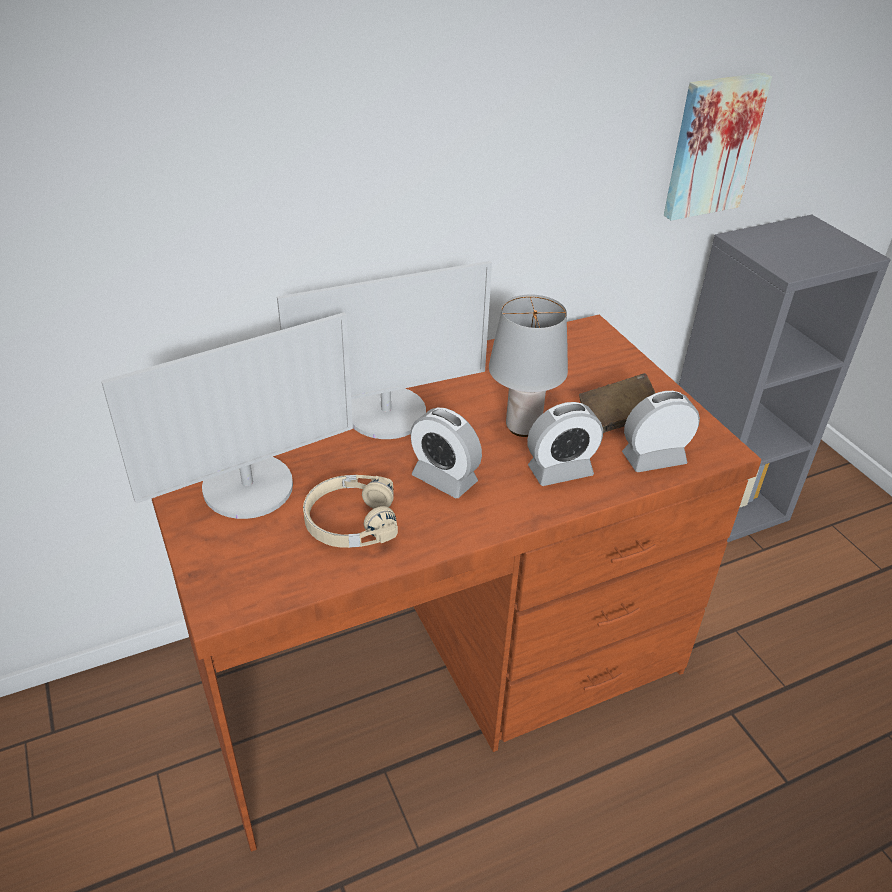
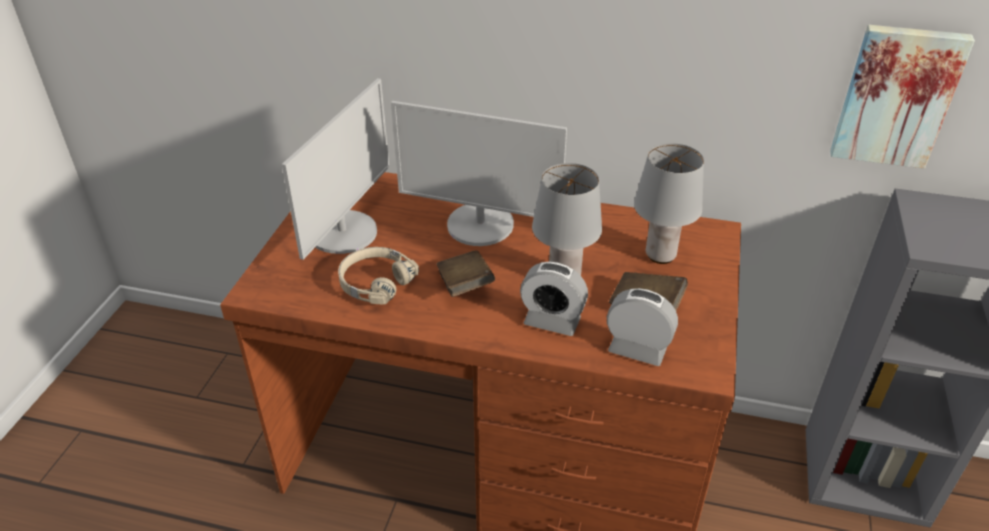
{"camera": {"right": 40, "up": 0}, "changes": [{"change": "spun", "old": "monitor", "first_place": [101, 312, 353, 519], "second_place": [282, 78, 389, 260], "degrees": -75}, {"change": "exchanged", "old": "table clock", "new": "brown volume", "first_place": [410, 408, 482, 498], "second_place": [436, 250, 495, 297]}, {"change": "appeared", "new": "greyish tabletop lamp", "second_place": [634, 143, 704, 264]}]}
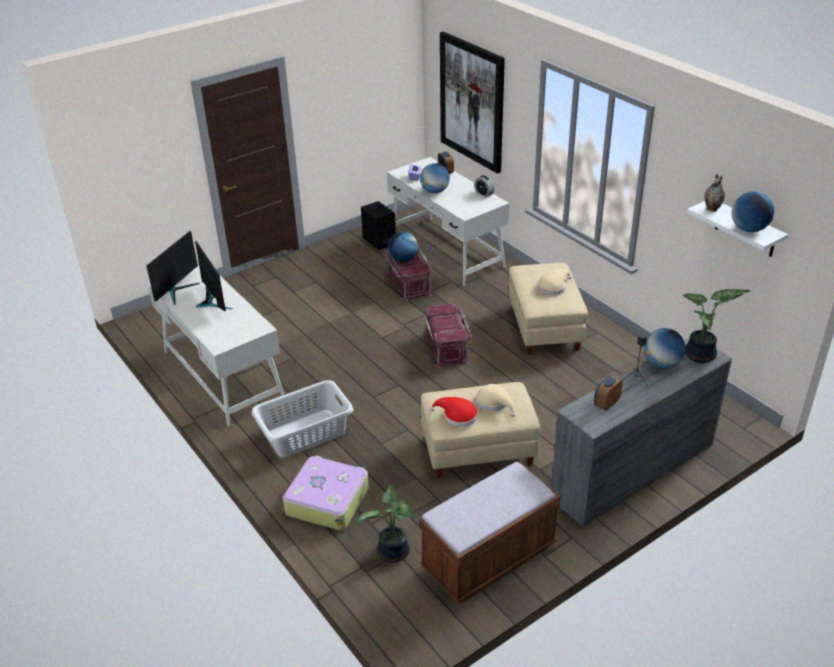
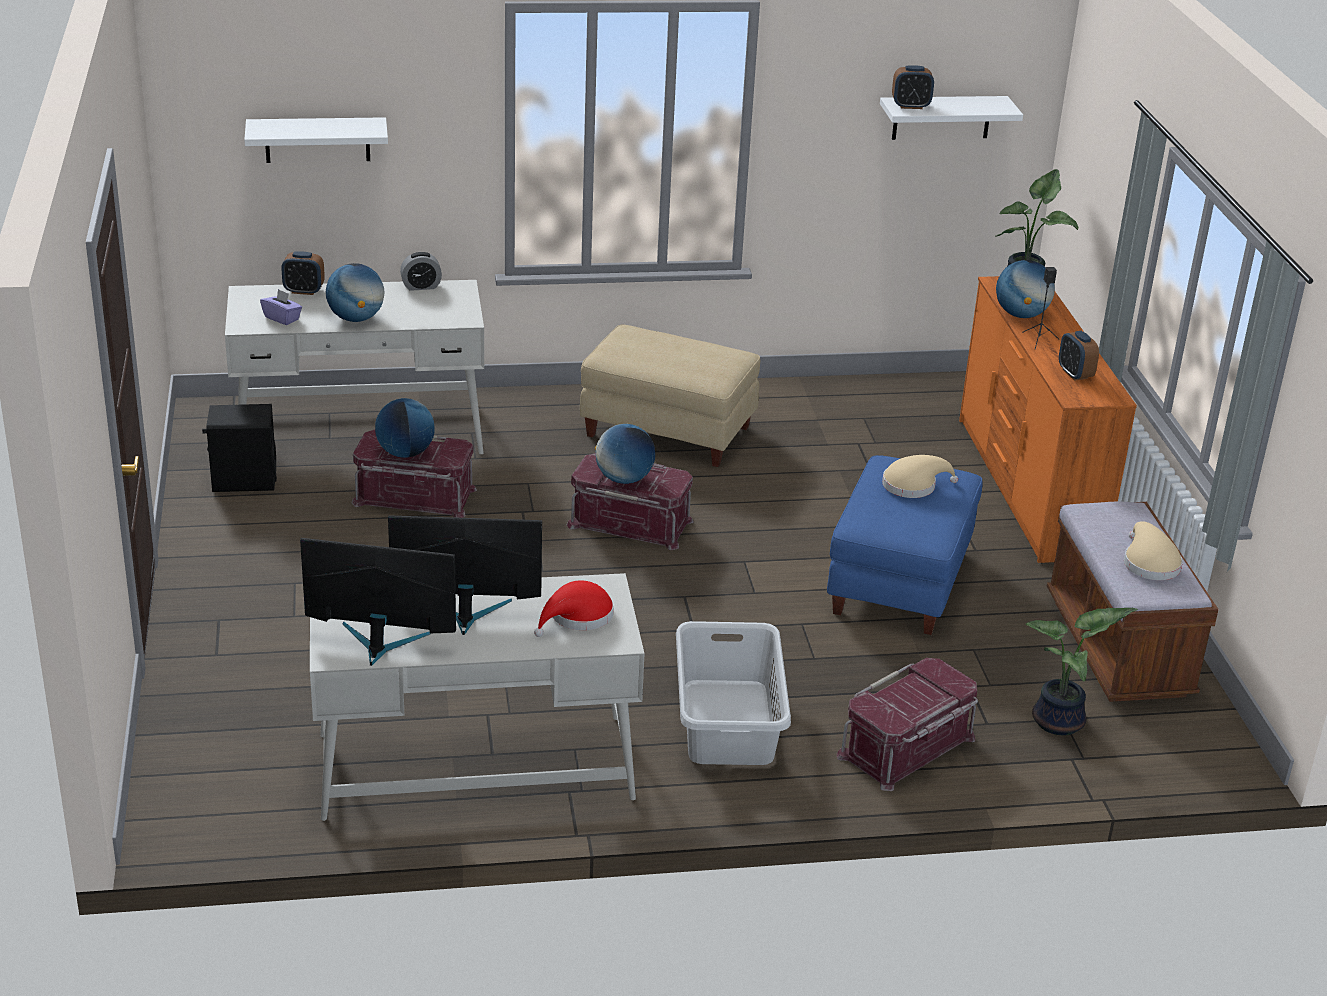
{"camera": {"right": -65, "up": -5}, "changes": [{"change": "exchanged", "old": "wall art", "new": "white bracket shelf", "first_place": [440, 31, 505, 174], "second_place": [244, 117, 388, 163]}, {"change": "exchanged", "old": "decorative vase", "new": "table clock", "first_place": [704, 174, 725, 212], "second_place": [892, 65, 934, 109]}, {"change": "relocated", "old": "desk globe", "first_place": [731, 191, 774, 232], "second_place": [595, 424, 655, 484]}, {"change": "spun", "old": "monitor", "first_place": [146, 231, 200, 305], "second_place": [300, 538, 456, 666], "degrees": -45}, {"change": "relocated", "old": "sand-coloured hat", "first_place": [537, 269, 572, 295], "second_place": [1124, 521, 1183, 580]}, {"change": "colour", "old": "greyish drawer chest", "new": "orange-coloured drawer chest", "first_place": [551, 338, 732, 527], "second_place": [959, 276, 1137, 563]}, {"change": "colour", "old": "sand-coloured pouffe", "new": "blue-coloured pouffe", "first_place": [421, 382, 540, 478], "second_place": [827, 455, 983, 635]}, {"change": "relocated", "old": "reddish hat", "first_place": [430, 397, 478, 427], "second_place": [534, 580, 614, 637]}, {"change": "exchanged", "old": "travel case", "new": "reddish storage bin", "first_place": [283, 456, 369, 531], "second_place": [837, 658, 978, 791]}]}
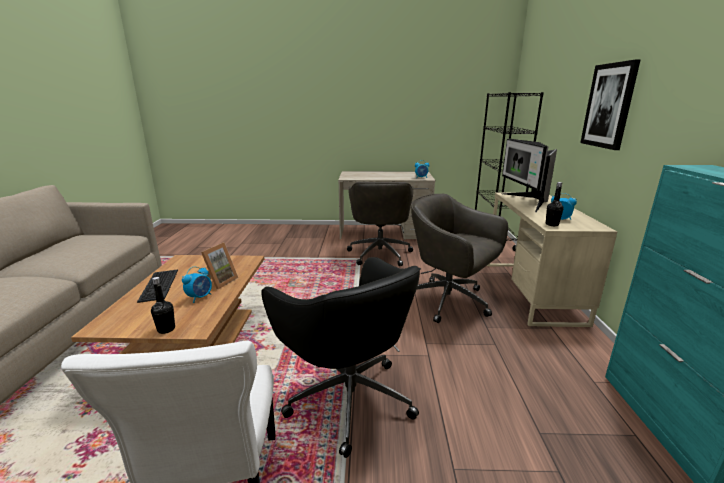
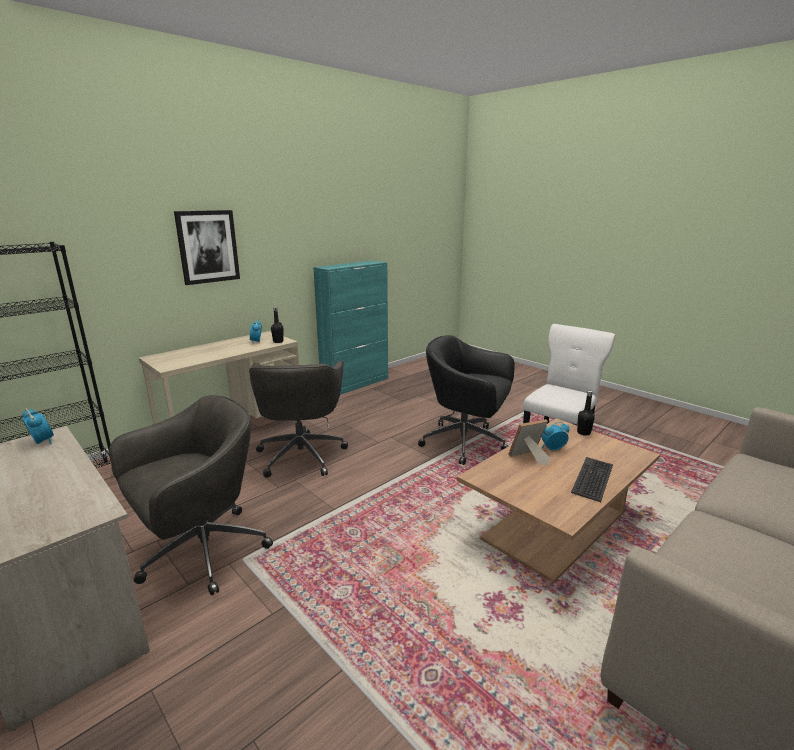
{"camera": {"right": -135, "up": 0}, "changes": [{"change": "missing", "old": "monitor", "first_place": [501, 139, 557, 212]}, {"change": "spun", "old": "black computer chair", "first_place": [261, 257, 421, 458], "second_place": [418, 335, 515, 465], "degrees": -75}]}
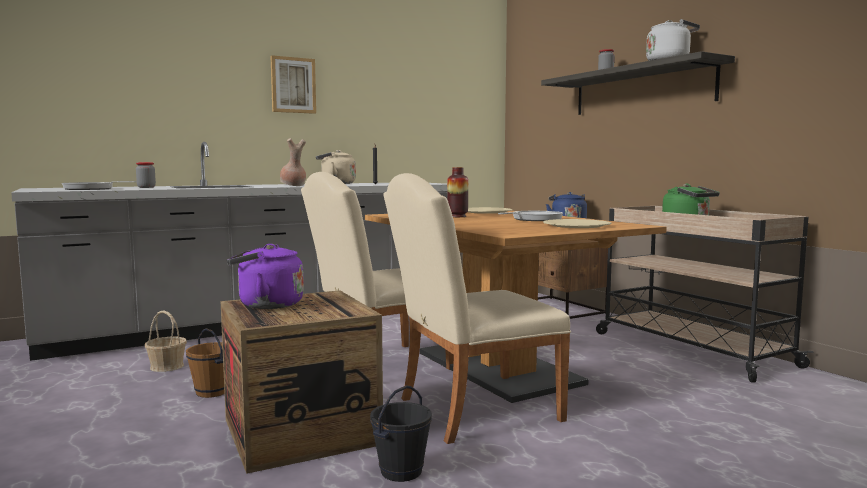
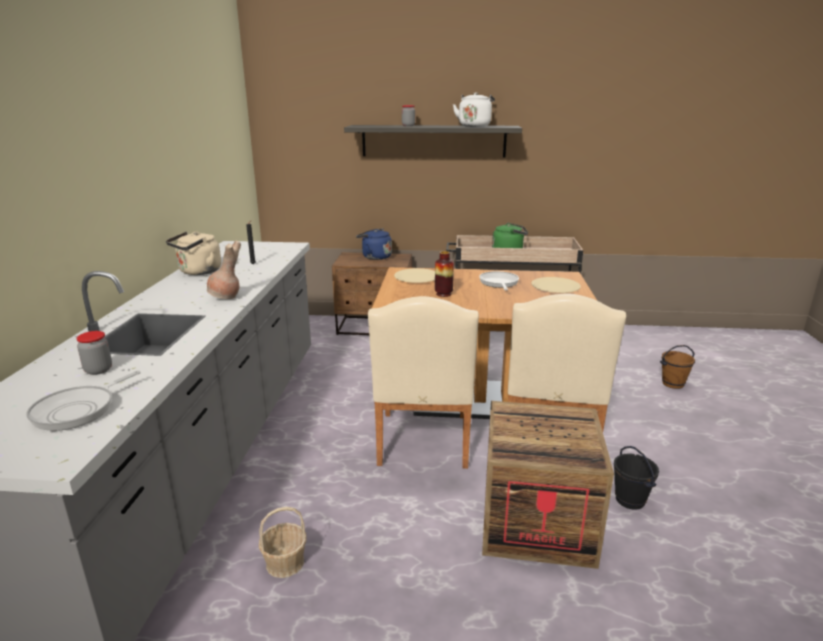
{"camera": {"right": -55, "up": 15}, "changes": [{"change": "missing", "old": "wall art", "first_place": [271, 55, 316, 114]}, {"change": "missing", "old": "purplish water kettle", "first_place": [227, 244, 304, 309]}, {"change": "relocated", "old": "brown water bucket", "first_place": [186, 328, 225, 398], "second_place": [660, 345, 695, 389]}]}
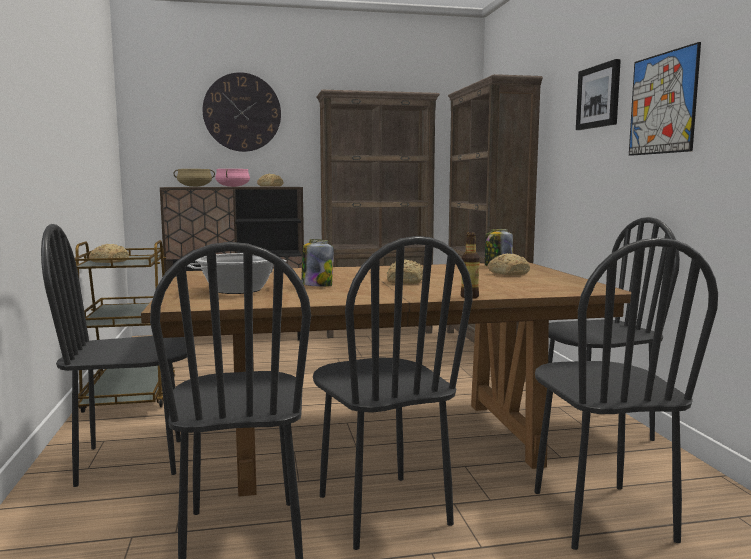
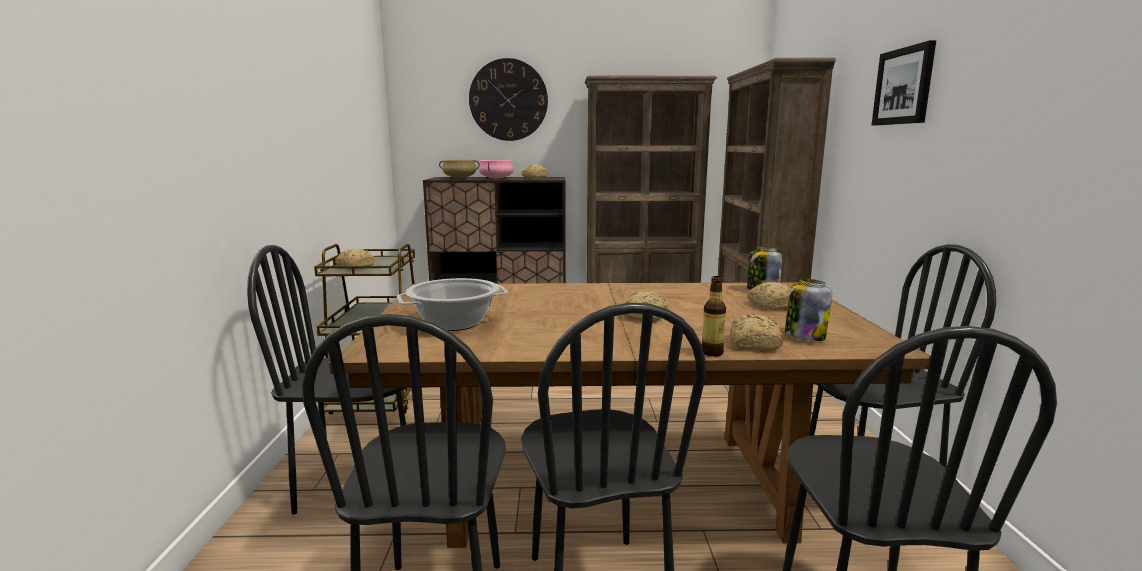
{"camera": {"right": 10, "up": 5}, "changes": [{"change": "missing", "old": "wall art", "first_place": [629, 42, 701, 156]}, {"change": "relocated", "old": "jar", "first_place": [301, 239, 334, 287], "second_place": [785, 279, 832, 341]}, {"change": "appeared", "new": "bread", "second_place": [731, 314, 783, 350]}]}
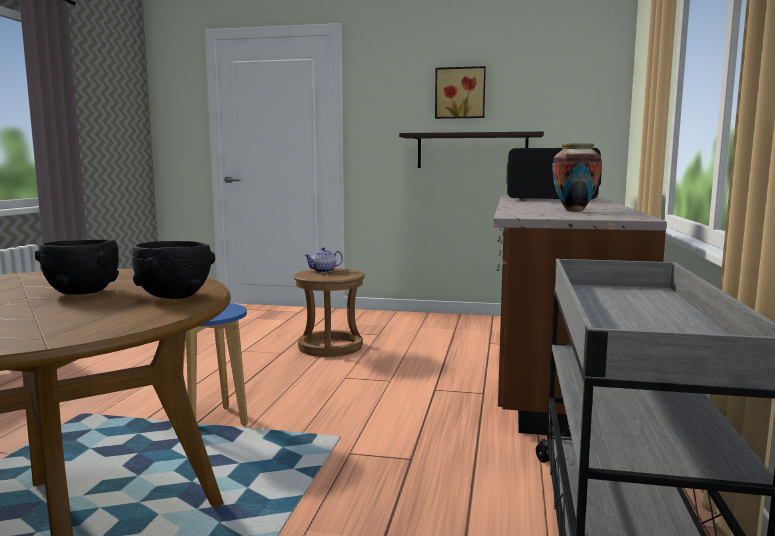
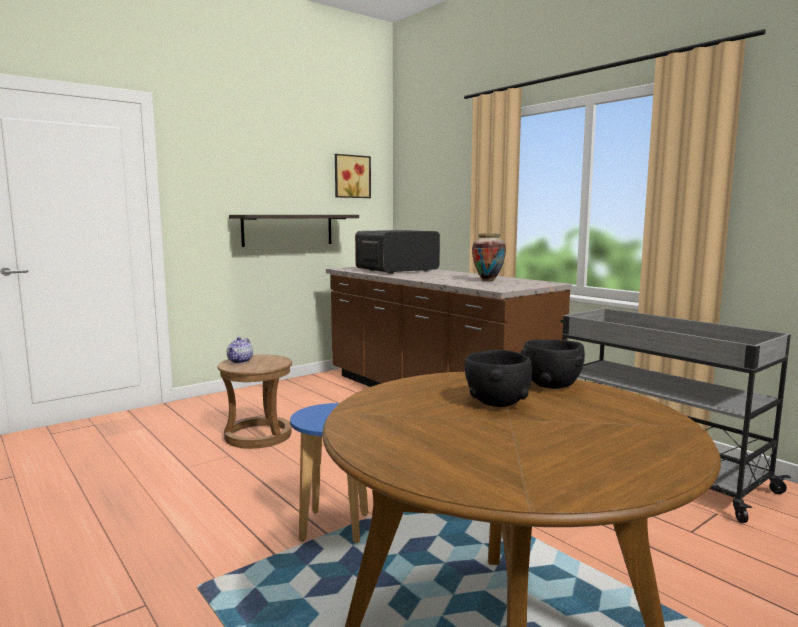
{"camera": {"right": -50, "up": 0}, "changes": [{"change": "relocated", "old": "wall art", "first_place": [435, 66, 486, 119], "second_place": [335, 154, 371, 198]}]}
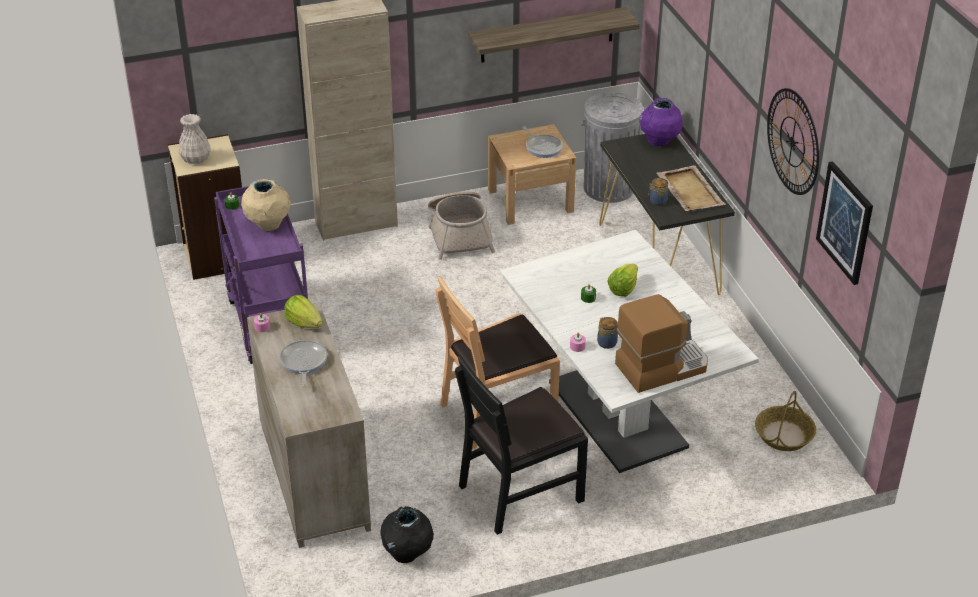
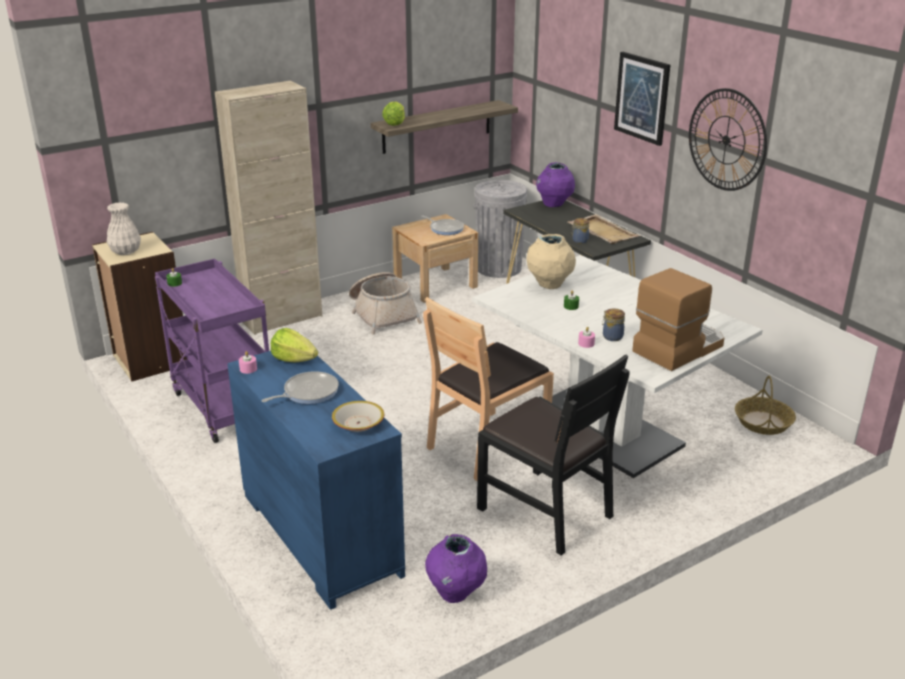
{"camera": {"right": -15, "up": -10}, "changes": [{"change": "relocated", "old": "wall art", "first_place": [816, 161, 873, 285], "second_place": [614, 52, 670, 146]}, {"change": "relocated", "old": "sand-coloured decorative vase", "first_place": [241, 179, 291, 231], "second_place": [526, 234, 576, 289]}, {"change": "relocated", "old": "lettuce", "first_place": [607, 264, 638, 297], "second_place": [382, 102, 405, 126]}, {"change": "colour", "old": "sand-coloured drawer chest", "new": "blue-coloured drawer chest", "first_place": [247, 303, 371, 548], "second_place": [227, 351, 405, 610]}, {"change": "spun", "old": "skillet", "first_place": [279, 340, 327, 386], "second_place": [261, 371, 339, 404], "degrees": 75}, {"change": "spun", "old": "black plain chair", "first_place": [455, 355, 588, 535], "second_place": [477, 355, 630, 555], "degrees": -90}, {"change": "colour", "old": "black decorative vase", "new": "purplish decorative vase", "first_place": [381, 506, 434, 563], "second_place": [425, 534, 487, 603]}, {"change": "appeared", "new": "deep dish", "second_place": [332, 401, 384, 432]}]}
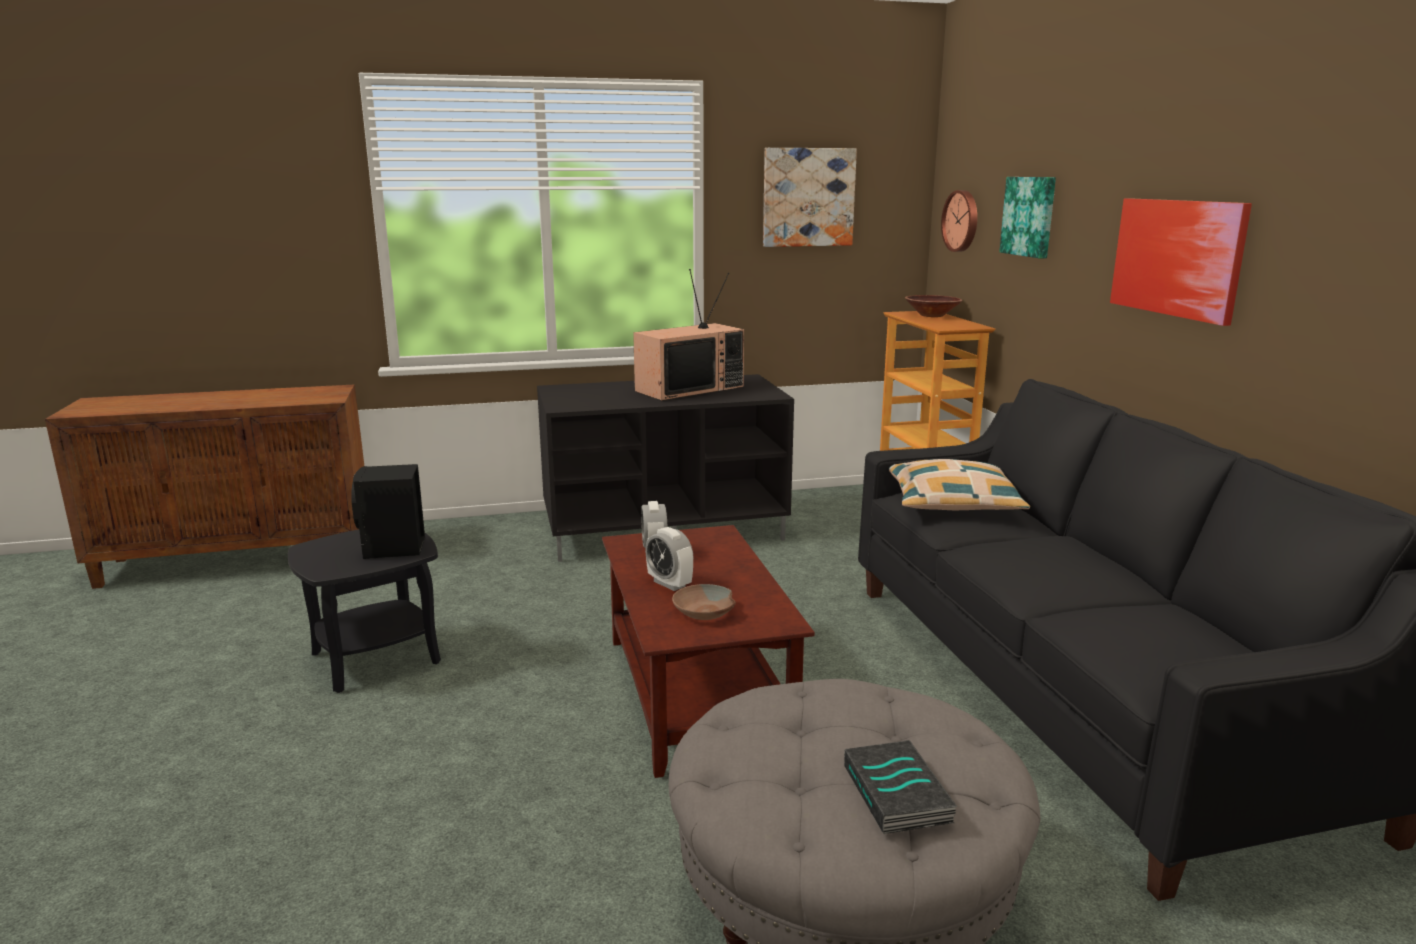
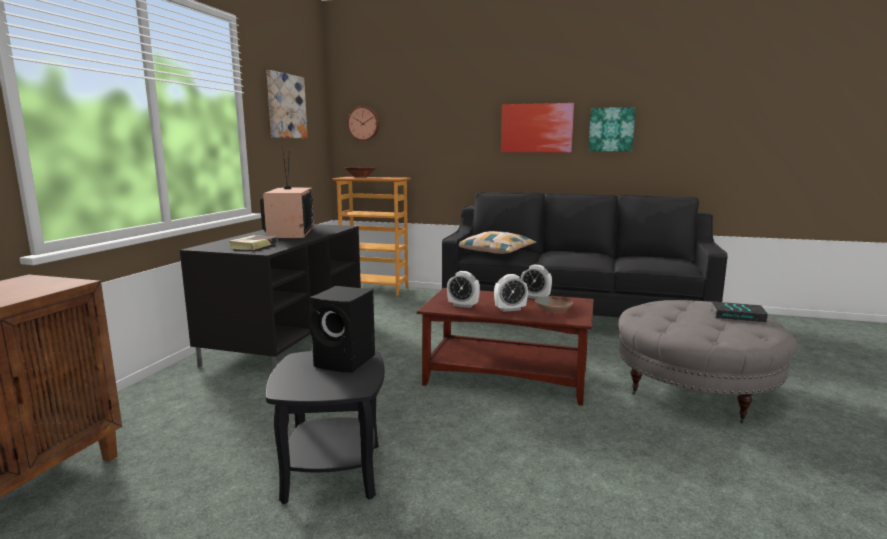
{"camera": {"right": -60, "up": -5}, "changes": [{"change": "relocated", "old": "wall art", "first_place": [999, 177, 1056, 259], "second_place": [588, 107, 636, 151]}, {"change": "appeared", "new": "volume", "second_place": [228, 235, 277, 250]}, {"change": "appeared", "new": "table clock", "second_place": [520, 264, 552, 299]}]}
